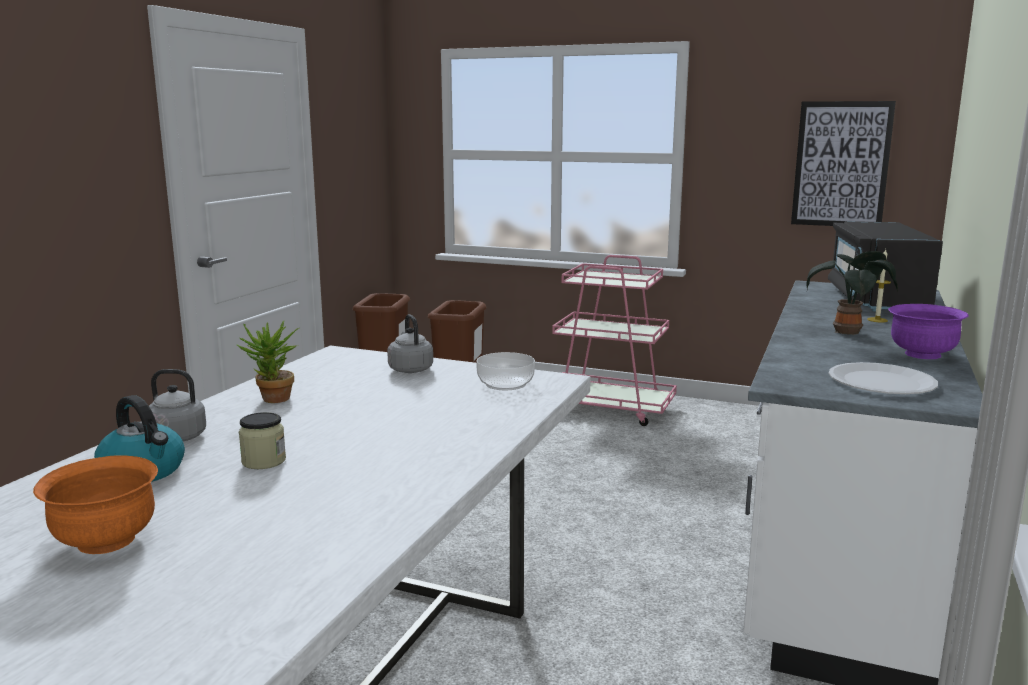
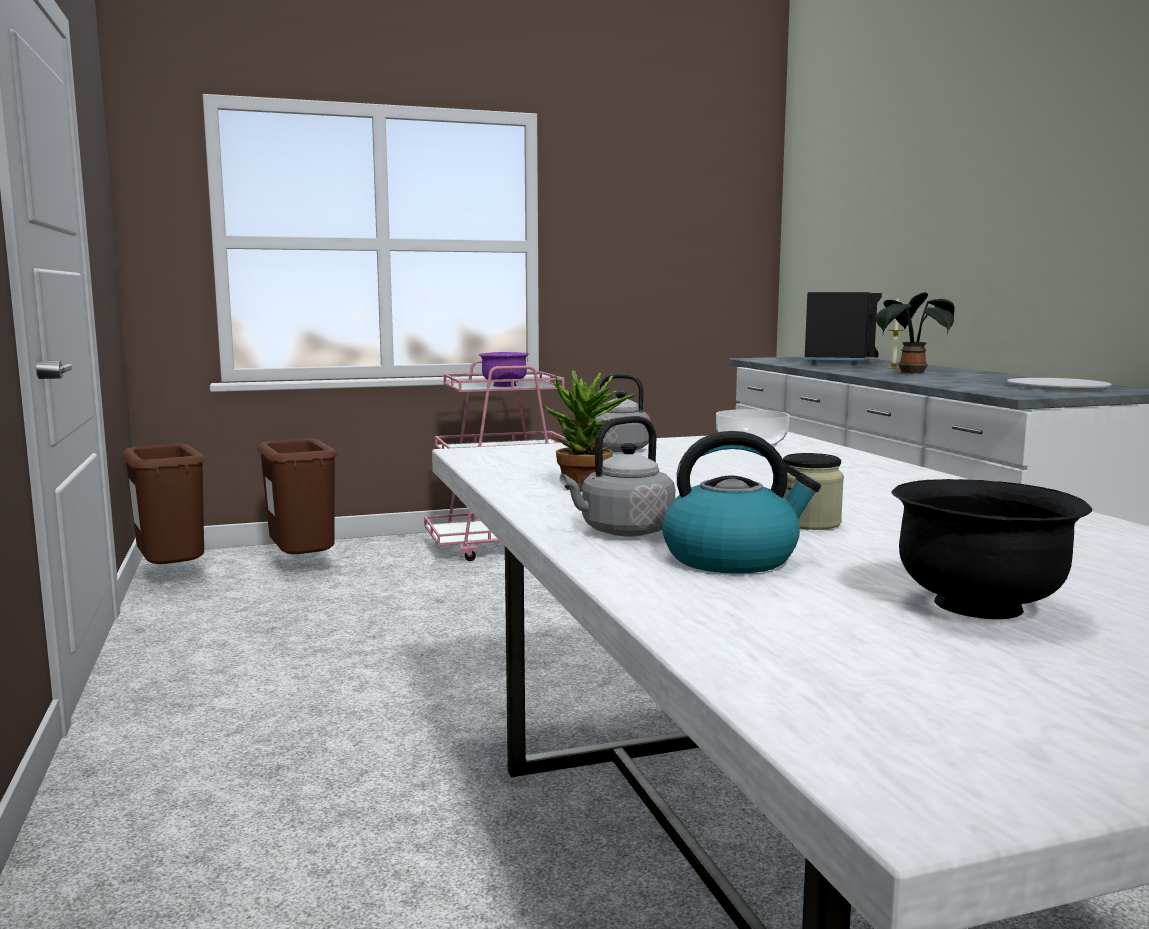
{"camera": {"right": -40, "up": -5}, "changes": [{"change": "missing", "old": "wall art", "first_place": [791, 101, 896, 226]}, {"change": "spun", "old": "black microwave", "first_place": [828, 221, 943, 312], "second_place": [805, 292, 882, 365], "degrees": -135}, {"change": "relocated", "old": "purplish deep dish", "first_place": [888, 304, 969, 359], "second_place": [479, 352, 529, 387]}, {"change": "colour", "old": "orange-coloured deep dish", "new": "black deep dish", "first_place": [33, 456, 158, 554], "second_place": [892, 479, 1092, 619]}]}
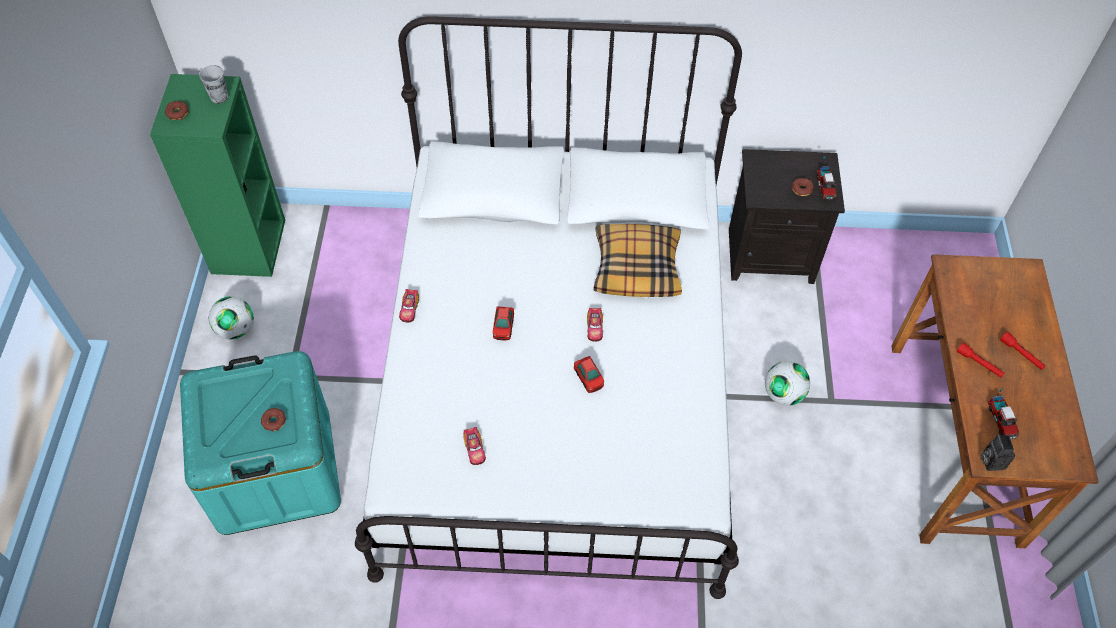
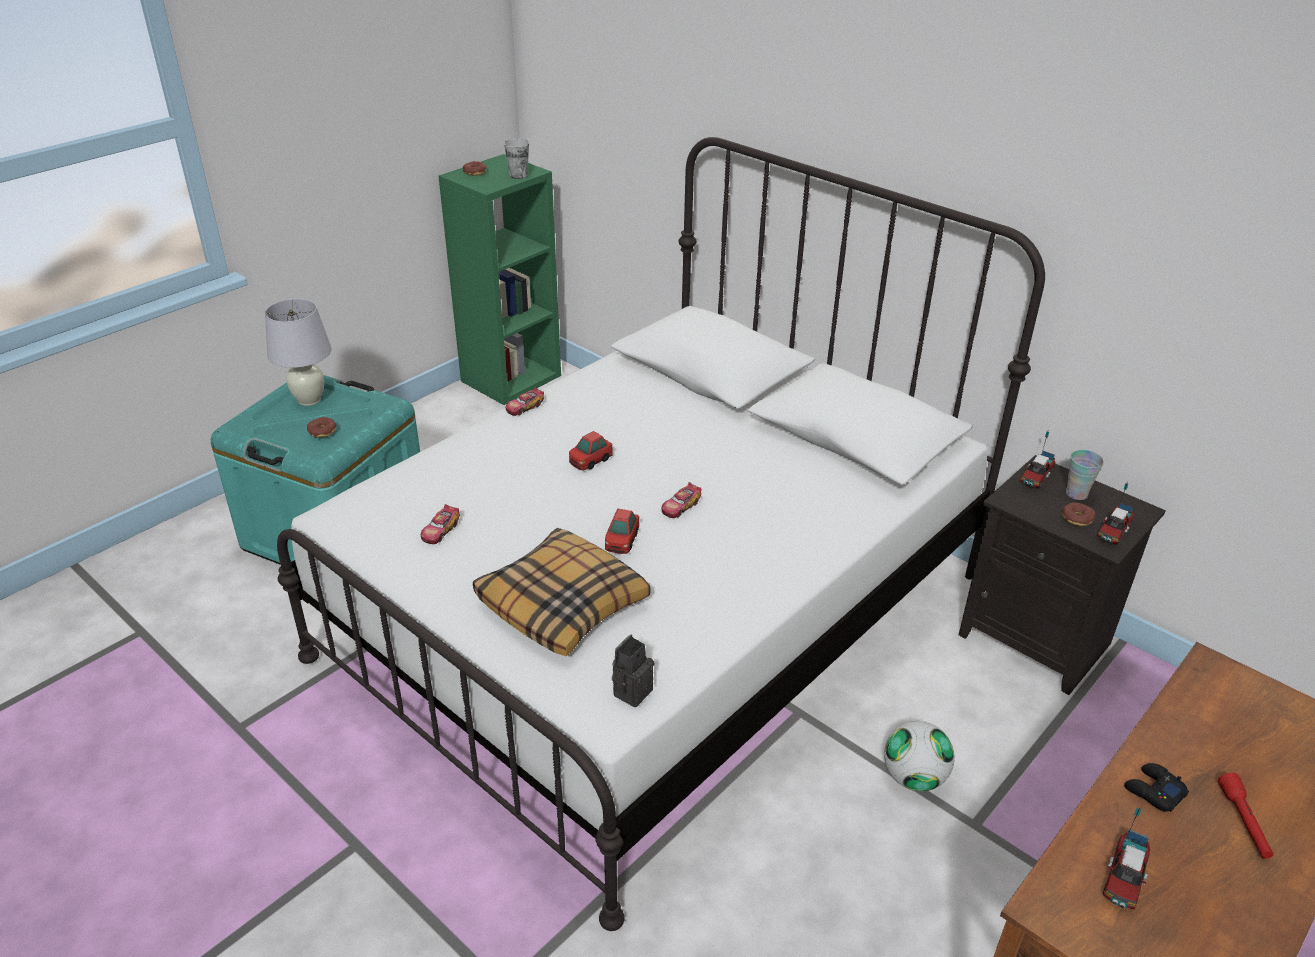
{"camera": {"right": 40, "up": -20}, "changes": [{"change": "relocated", "old": "cushion", "first_place": [594, 224, 682, 297], "second_place": [473, 528, 650, 656]}, {"change": "missing", "old": "football", "first_place": [209, 296, 254, 339]}, {"change": "exchanged", "old": "reddish torch", "new": "black gamepad", "first_place": [957, 342, 1005, 378], "second_place": [1124, 763, 1189, 812]}, {"change": "relocated", "old": "still camera", "first_place": [981, 434, 1015, 471], "second_place": [612, 635, 654, 707]}, {"change": "appeared", "new": "white tabletop lamp", "second_place": [265, 299, 332, 406]}, {"change": "appeared", "new": "toy truck", "second_place": [1020, 431, 1056, 488]}, {"change": "appeared", "new": "drinking cup", "second_place": [1066, 450, 1104, 500]}]}
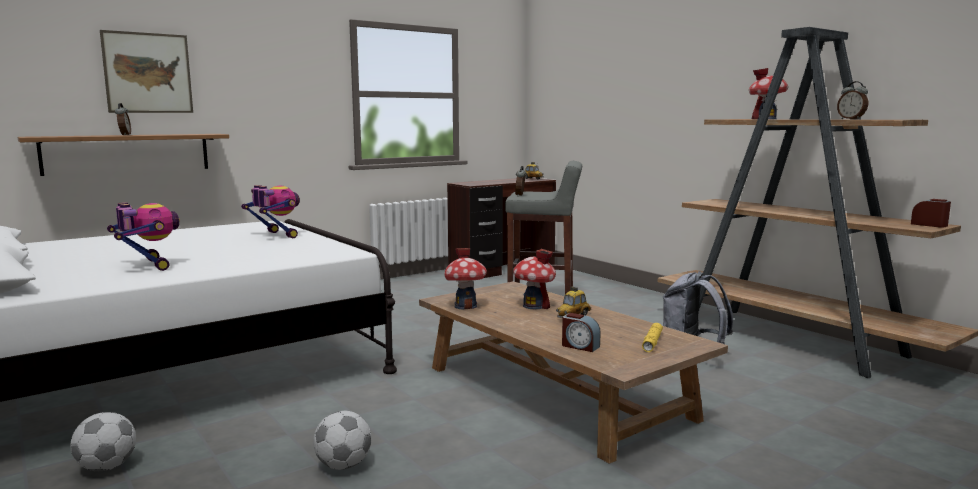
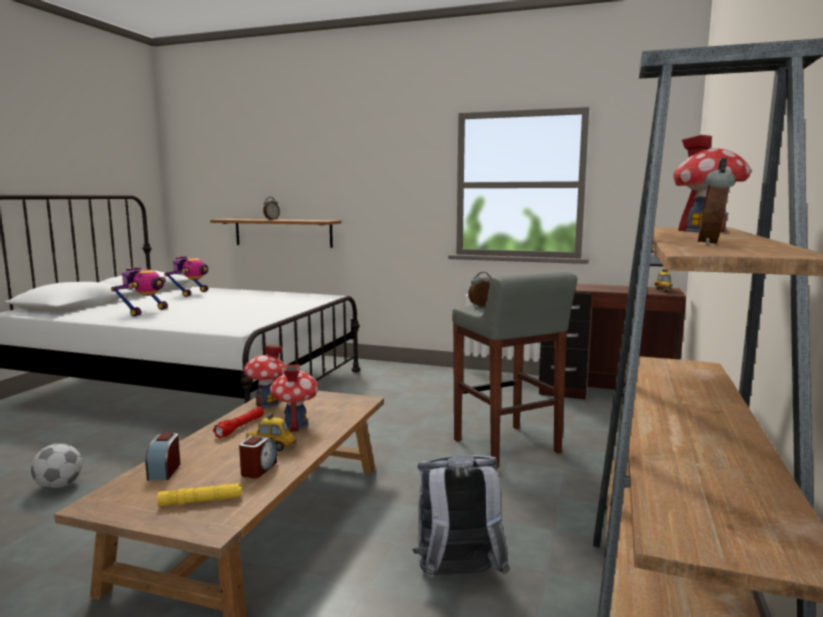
{"camera": {"right": 55, "up": 0}, "changes": [{"change": "missing", "old": "wall art", "first_place": [100, 30, 193, 113]}, {"change": "relocated", "old": "toy robot", "first_place": [241, 185, 300, 238], "second_place": [164, 256, 208, 297]}, {"change": "relocated", "old": "table clock", "first_place": [911, 199, 951, 228], "second_place": [239, 436, 277, 478]}, {"change": "missing", "old": "football", "first_place": [70, 412, 136, 471]}, {"change": "appeared", "new": "reddish torch", "second_place": [213, 407, 264, 438]}]}
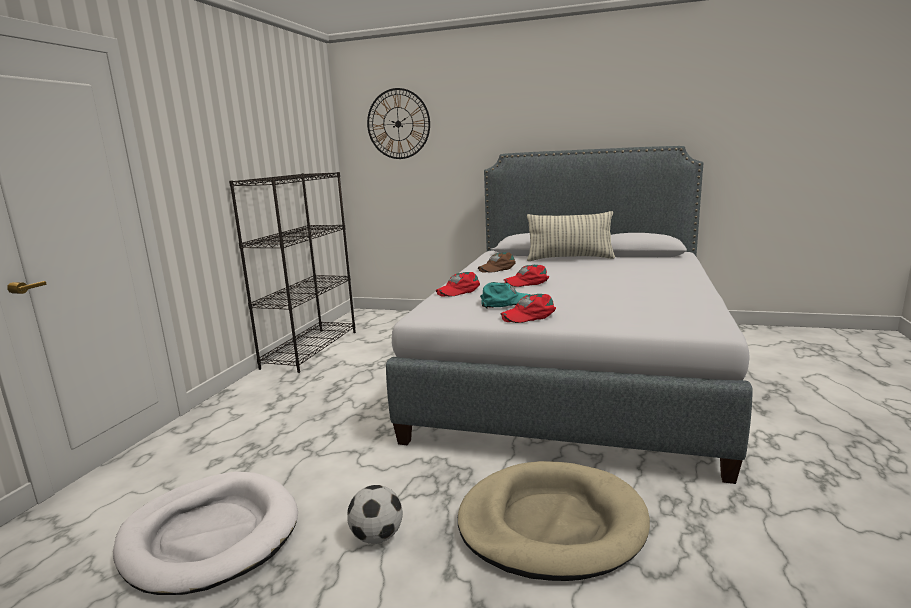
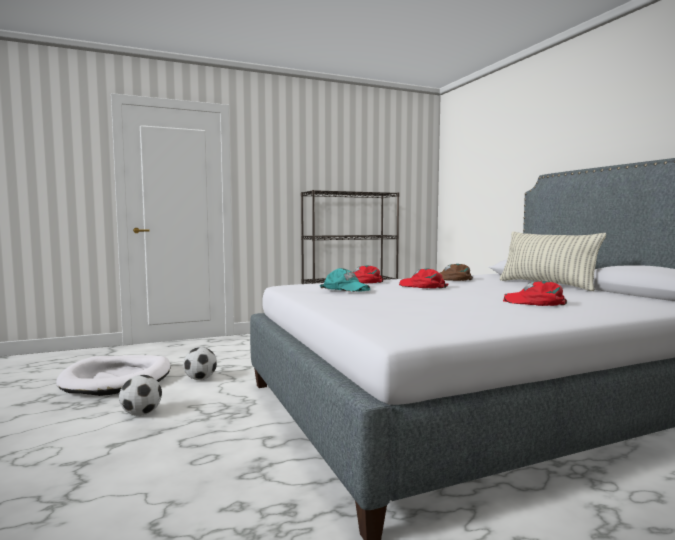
{"camera": {"right": 50, "up": -10}, "changes": [{"change": "missing", "old": "hanging clock", "first_place": [367, 88, 430, 159]}, {"change": "relocated", "old": "reddish baseball cap", "first_place": [501, 294, 556, 323], "second_place": [503, 281, 567, 306]}, {"change": "missing", "old": "sand-coloured pet bed", "first_place": [458, 461, 650, 581]}, {"change": "appeared", "new": "football", "second_place": [183, 347, 217, 380]}]}
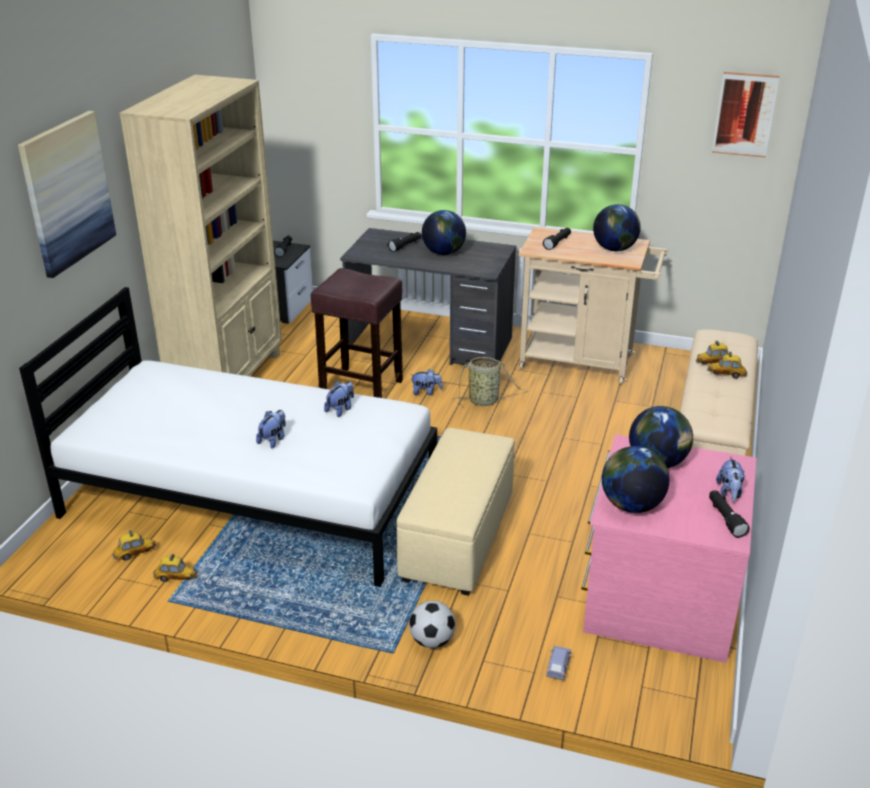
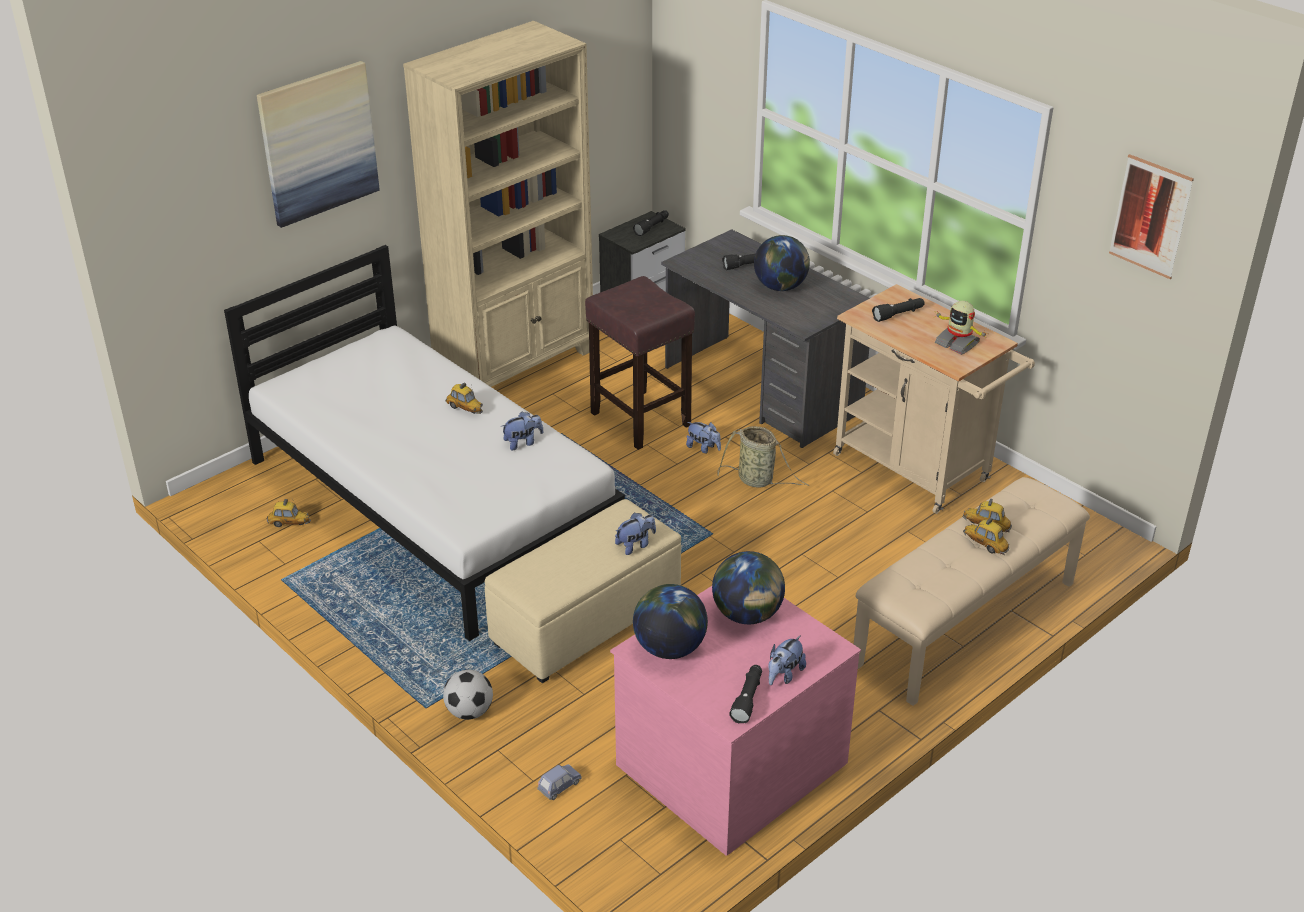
{"camera": {"right": 30, "up": 5}, "changes": [{"change": "exchanged", "old": "desk globe", "new": "toy robot", "first_place": [593, 204, 641, 251], "second_place": [933, 301, 989, 355]}, {"change": "relocated", "old": "plush toy", "first_place": [256, 410, 286, 448], "second_place": [615, 513, 656, 555]}, {"change": "relocated", "old": "toy car", "first_place": [153, 554, 197, 582], "second_place": [446, 383, 483, 414]}]}
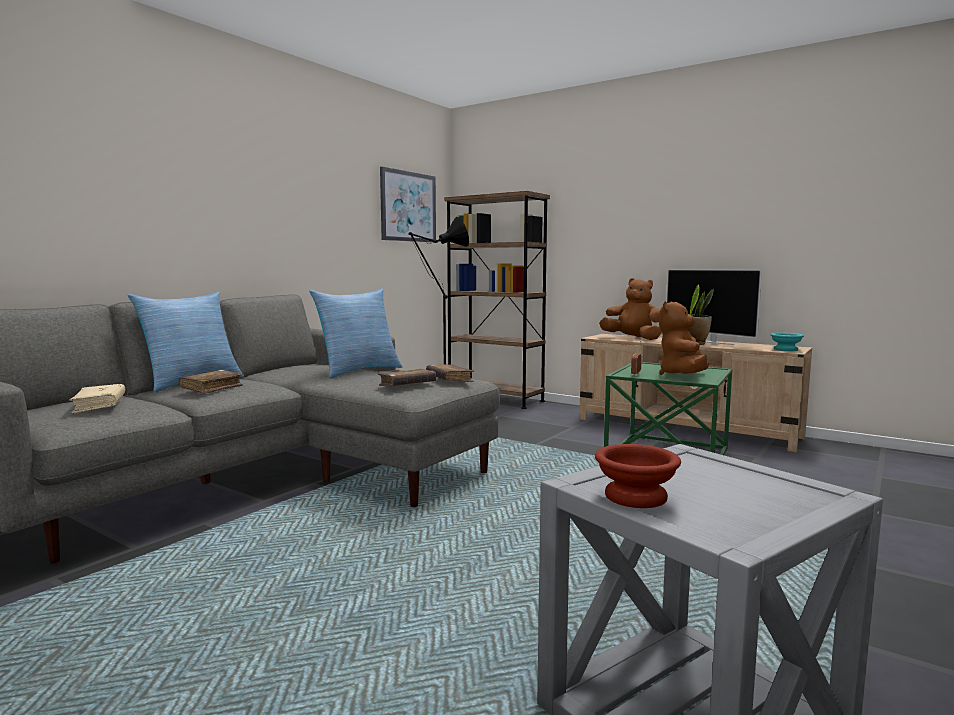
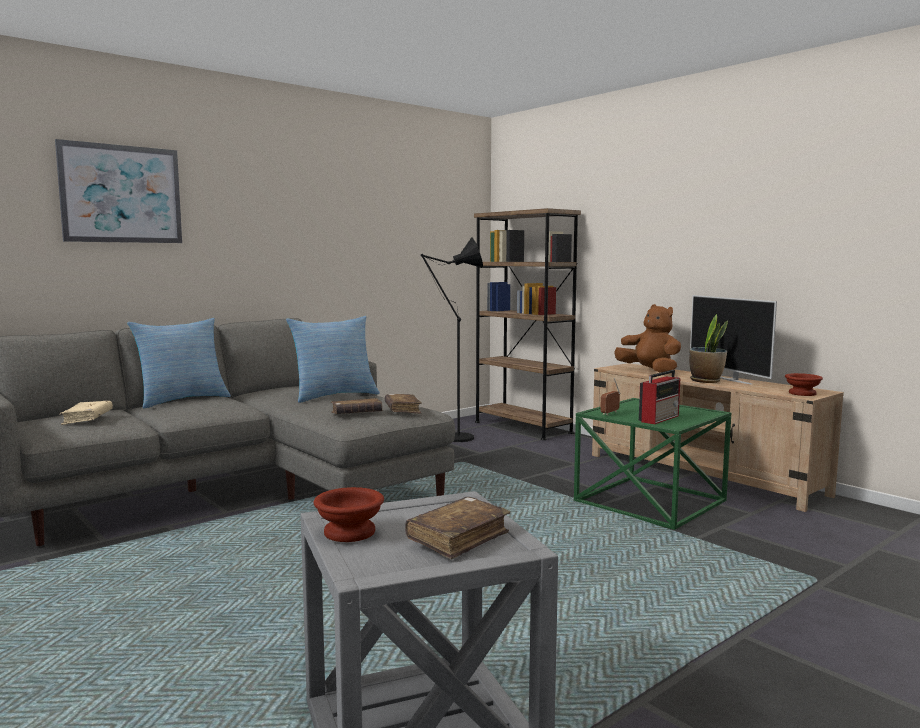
{"camera": {"right": 15, "up": 0}, "changes": [{"change": "relocated", "old": "wall art", "first_place": [380, 167, 436, 242], "second_place": [55, 139, 182, 243]}, {"change": "exchanged", "old": "brown plush toy", "new": "radio set", "first_place": [659, 301, 709, 375], "second_place": [639, 370, 680, 424]}, {"change": "colour", "old": "turquoise-coloured deep dish", "new": "brown deep dish", "first_place": [771, 333, 804, 351], "second_place": [785, 373, 823, 396]}, {"change": "relocated", "old": "brown volume", "first_place": [179, 370, 243, 394], "second_place": [405, 497, 511, 559]}]}
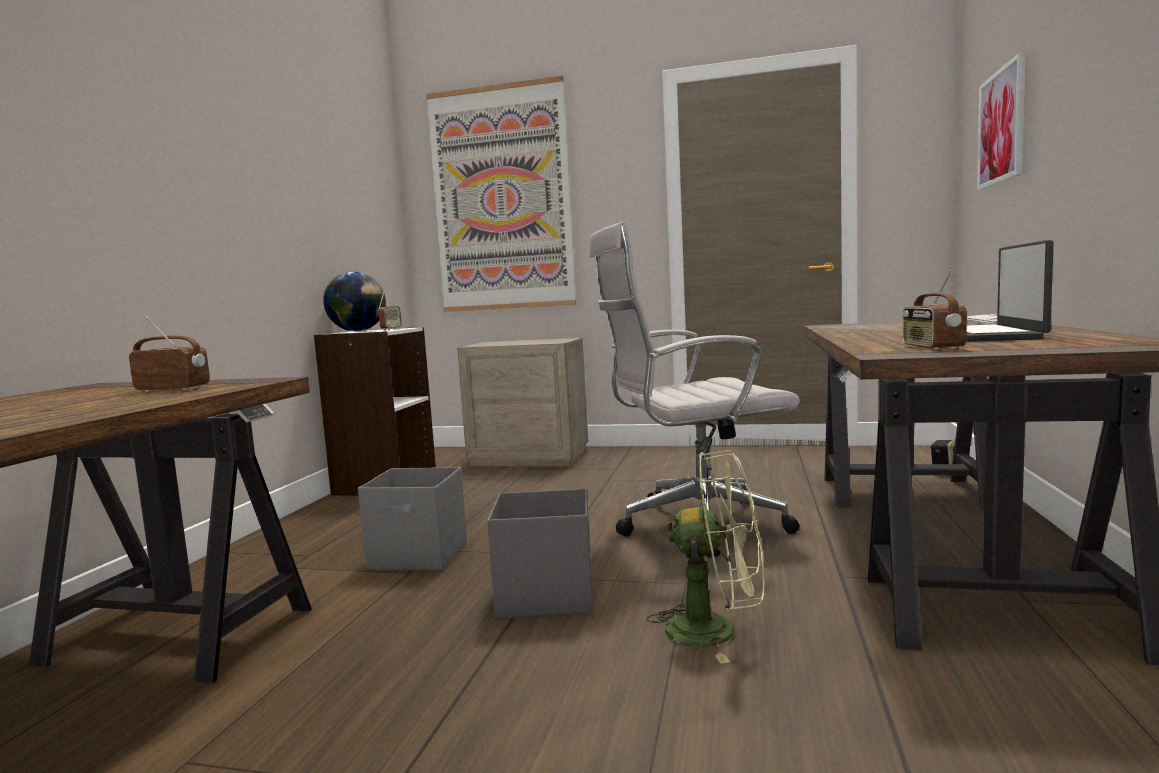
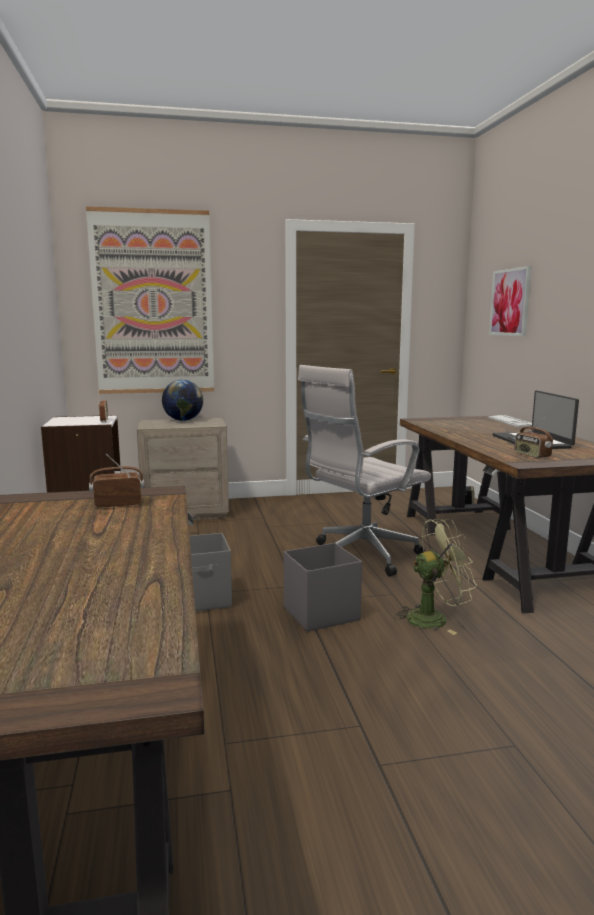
{"camera": {"right": -25, "up": 5}, "changes": [{"change": "relocated", "old": "desk globe", "first_place": [323, 272, 386, 331], "second_place": [162, 380, 203, 421]}]}
